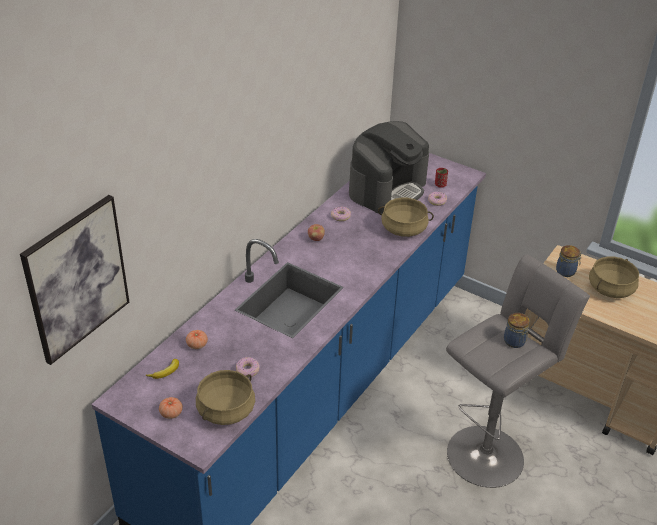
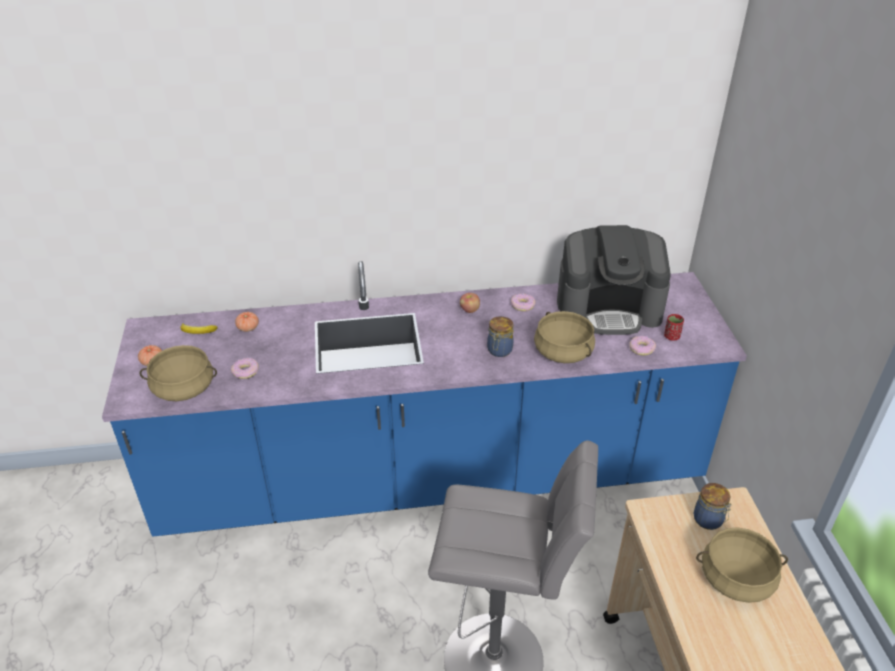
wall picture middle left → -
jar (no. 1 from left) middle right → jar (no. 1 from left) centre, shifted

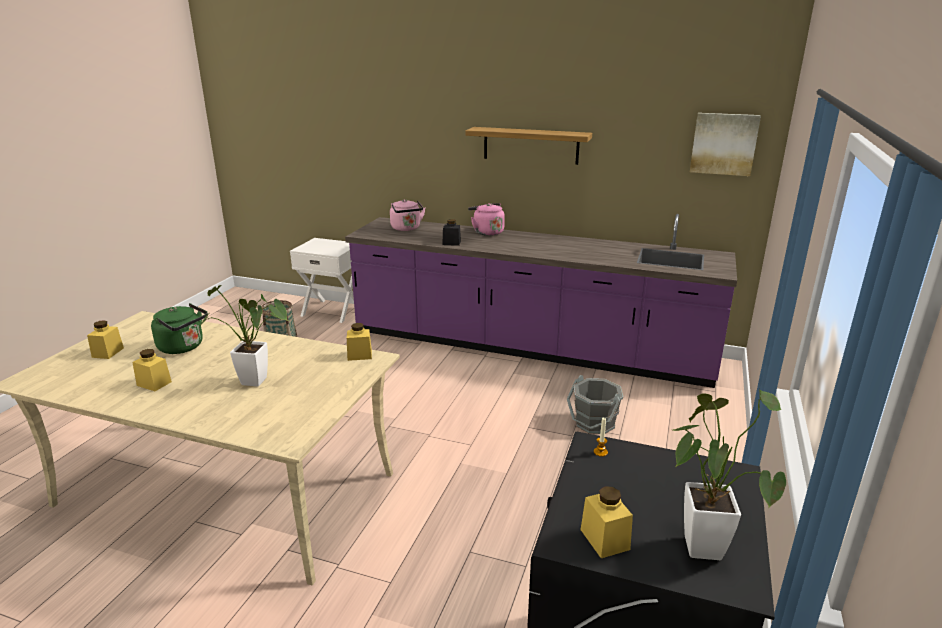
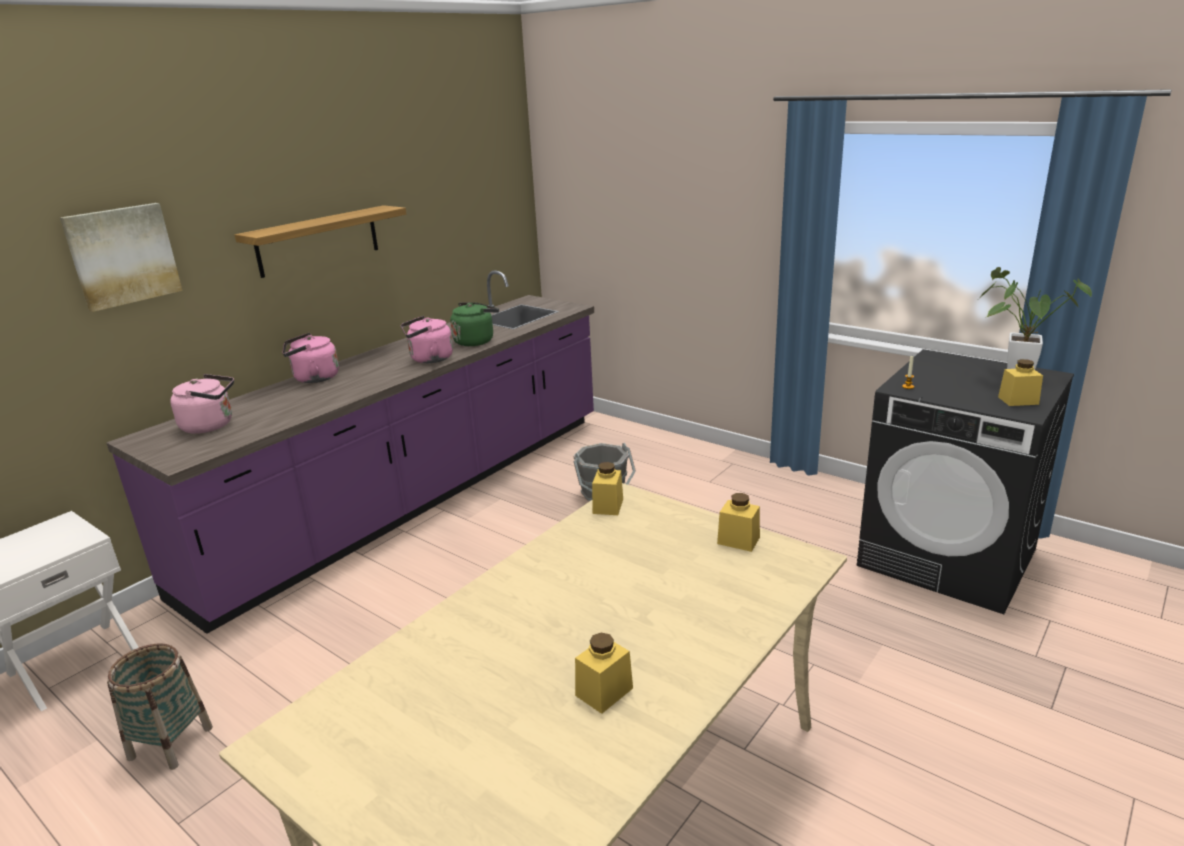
wall picture top right → wall picture top left, shifted
black-coloured jar centre → -
potted plant (no. 1 from left) middle left → -
greenish kettle middle left → greenish kettle centre, shifted
yellowish jar (no. 1 from left in the first image) middle left → yellowish jar (no. 3 from left) centre, shifted
- → pinkish kettle (no. 3 from left) centre

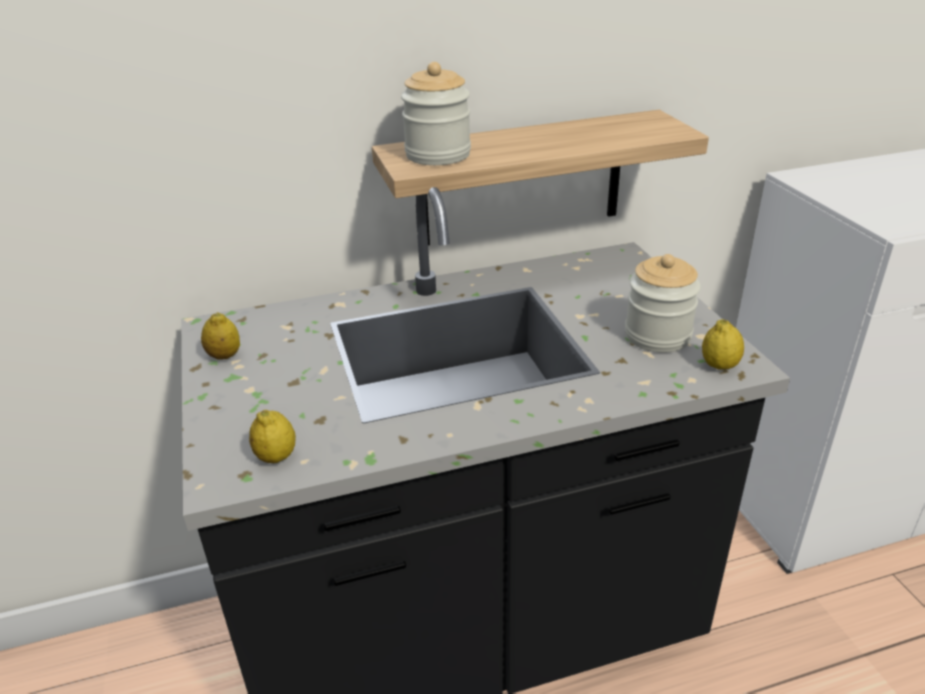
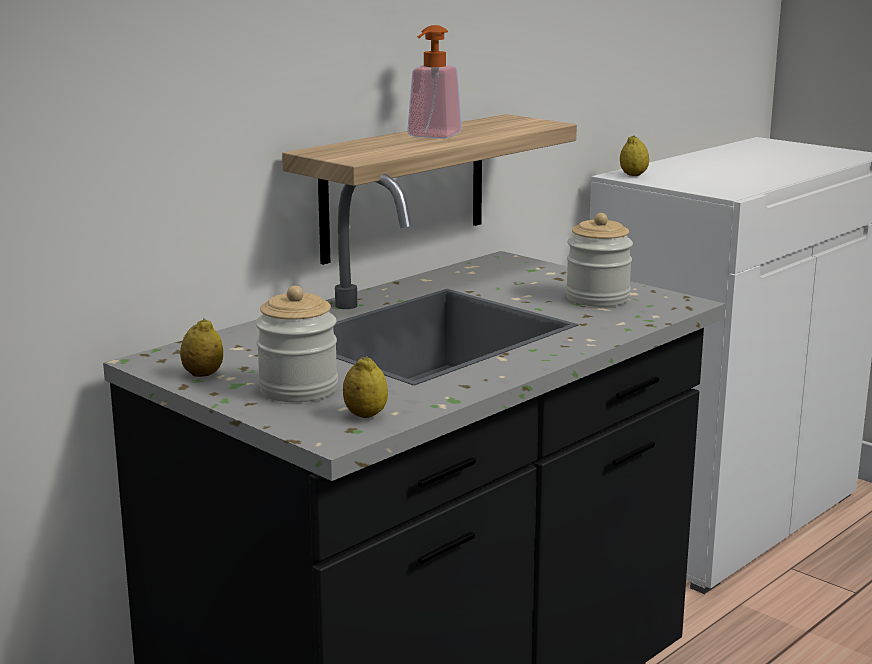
jar (no. 1 from left) top centre → jar (no. 1 from left) centre, shifted
citrus fruit (no. 3 from left) middle right → citrus fruit (no. 3 from left) top right, shifted
- → soap dispenser top centre

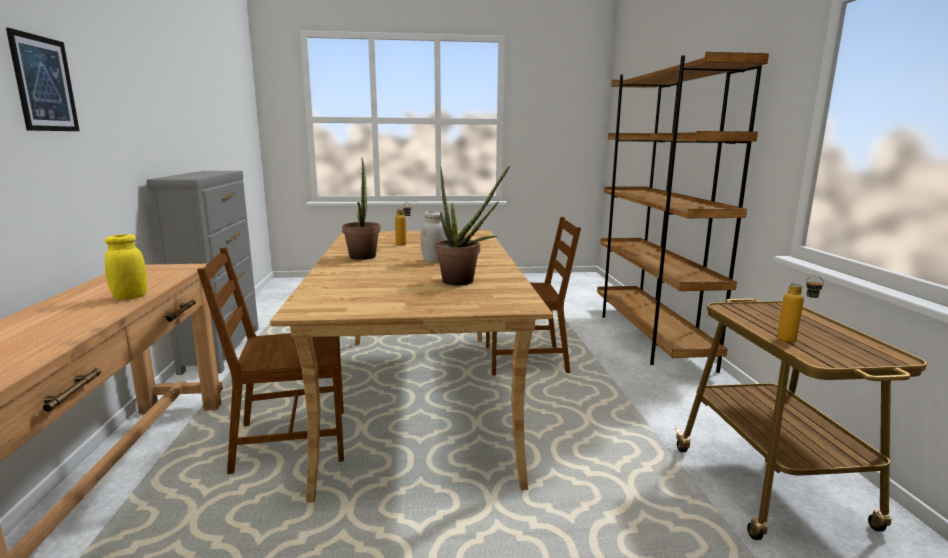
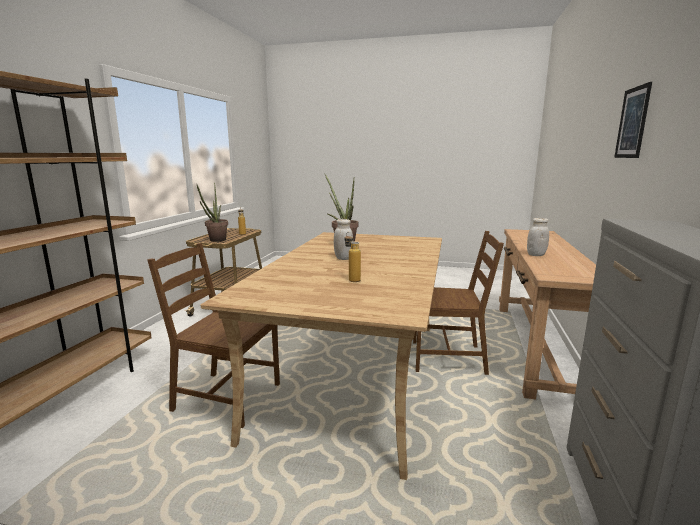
potted plant (no. 1 from left) centre → potted plant (no. 1 from left) middle left, shifted
yellowish jar middle left → white-coloured jar (no. 2 from left) middle right

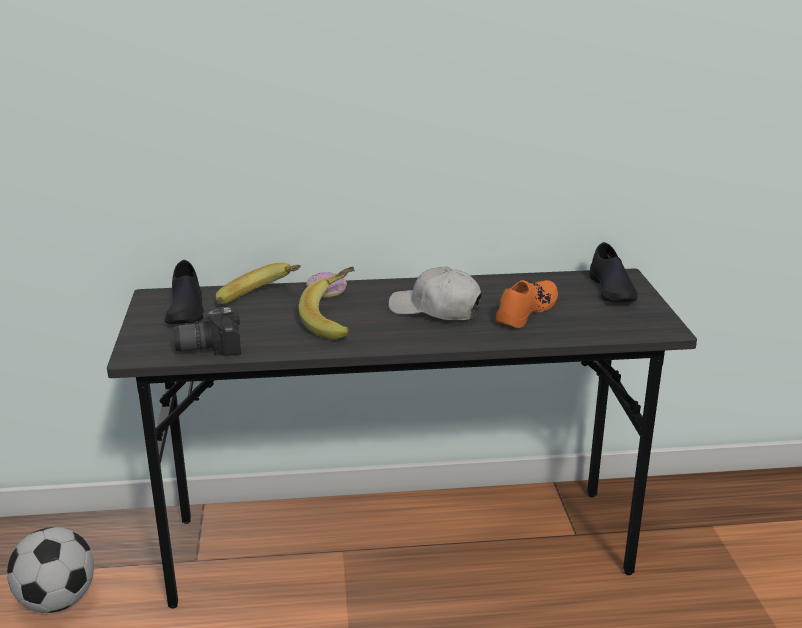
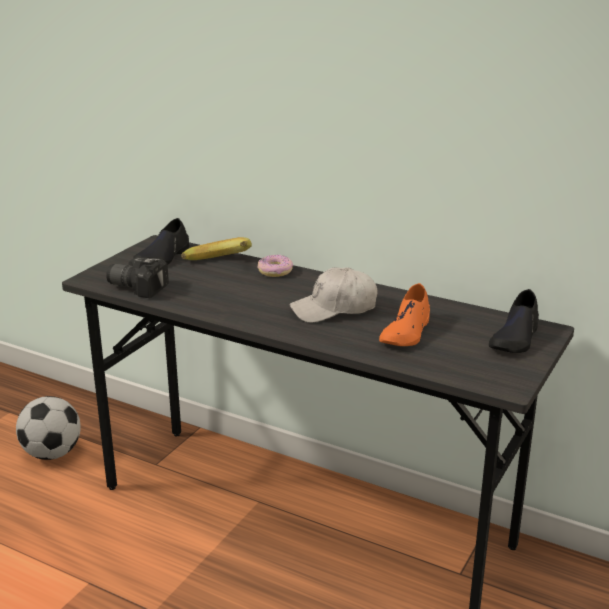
white-coloured cap centre, 75 degrees counterclockwise
banana fruit (no. 2 from left) centre → -
orange-coloured shoe centre, 135 degrees clockwise

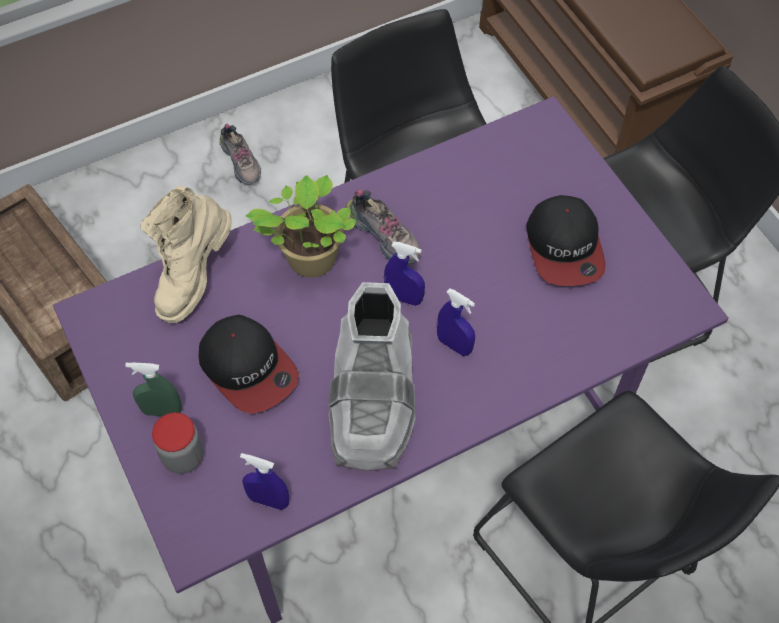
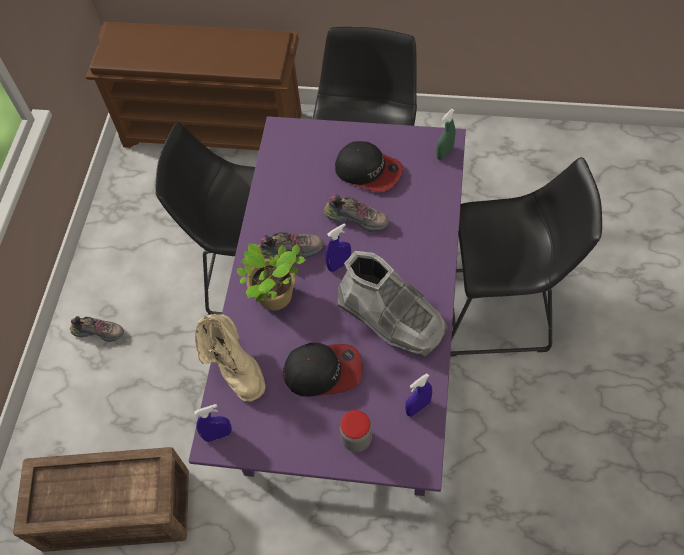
bluish hand sprayer (no. 3 from left in the first image) centre → bluish hand sprayer (no. 1 from left) bottom left, shifted
greenish hand sprayer middle left → greenish hand sprayer top centre, shifted
- → shoe (no. 3 from left) centre

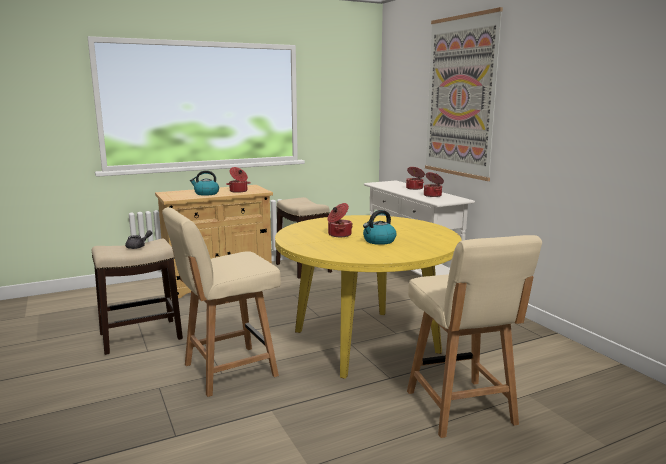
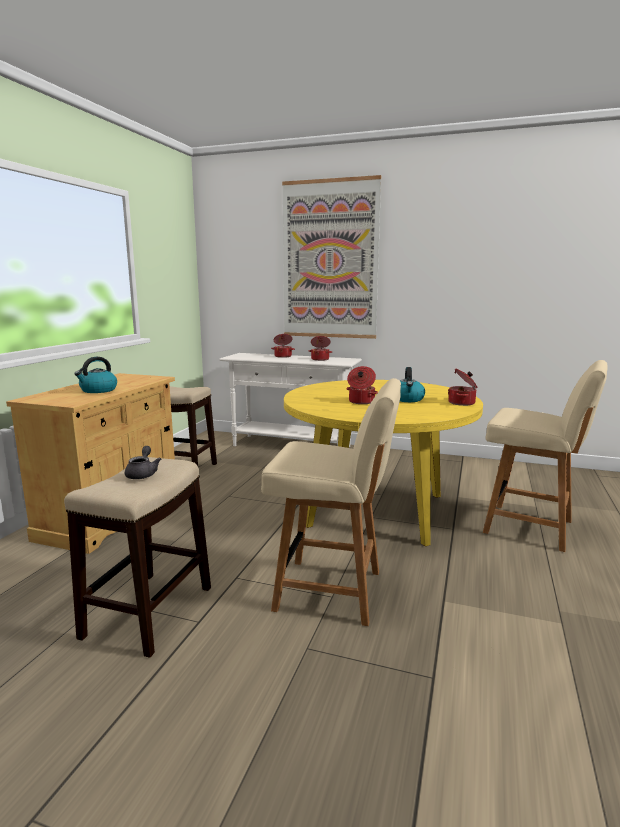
saucepot (no. 1 from left in the first image) centre → saucepot (no. 4 from left) middle right, shifted
beige-coloured chair (no. 1 from left) middle left → beige-coloured chair (no. 1 from left) centre, 90 degrees counterclockwise

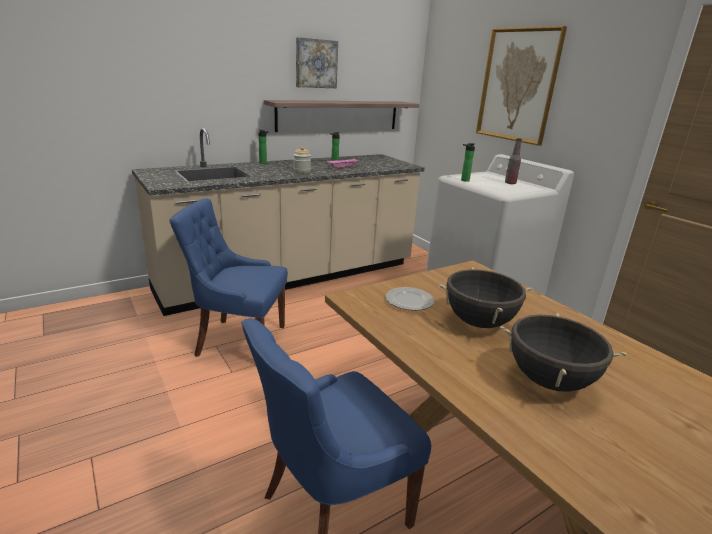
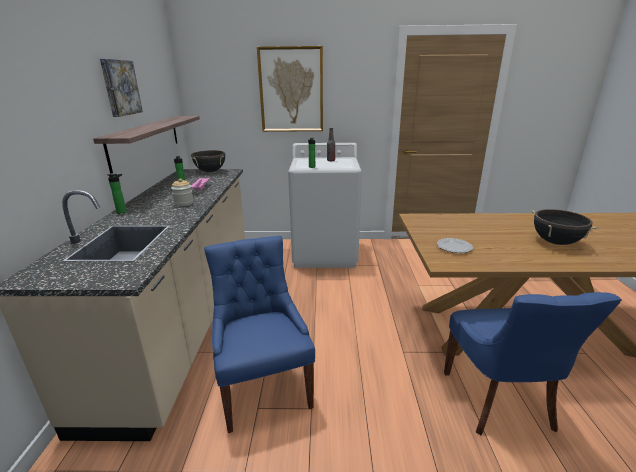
bluish chair (no. 1 from left) middle left → bluish chair (no. 1 from left) bottom centre, 120 degrees clockwise
black-coloured saucepot (no. 1 from left) middle right → black-coloured saucepot (no. 1 from left) middle left, shifted

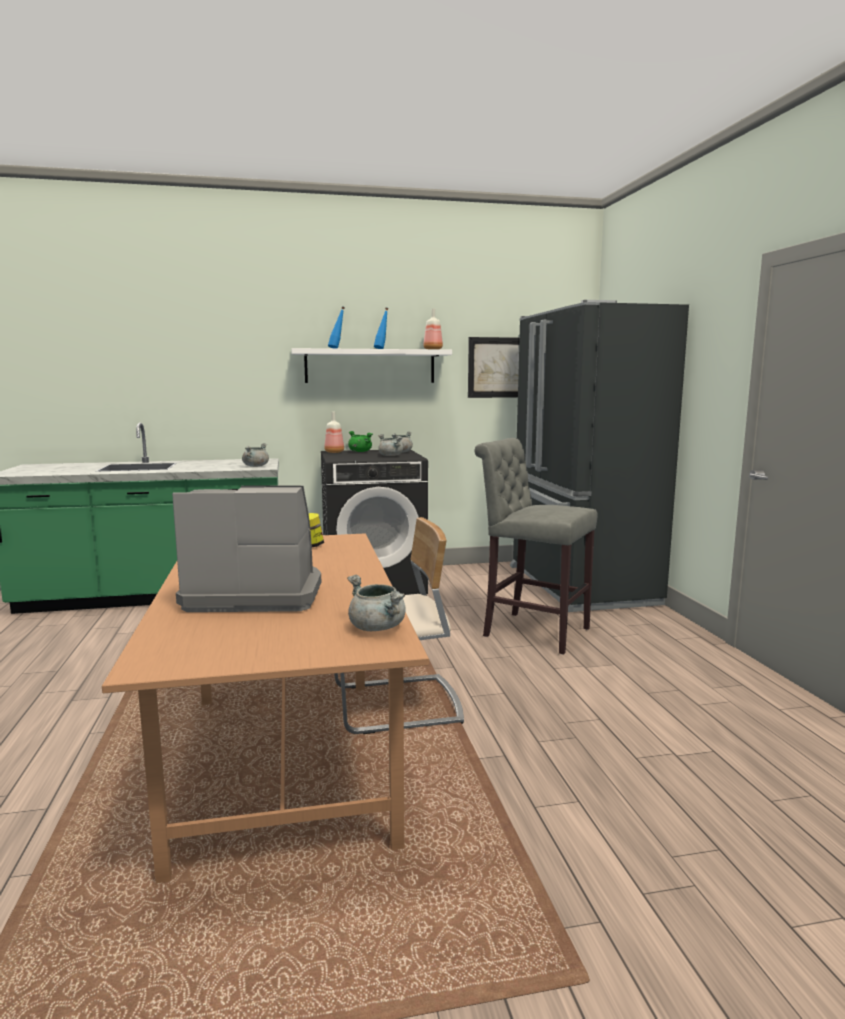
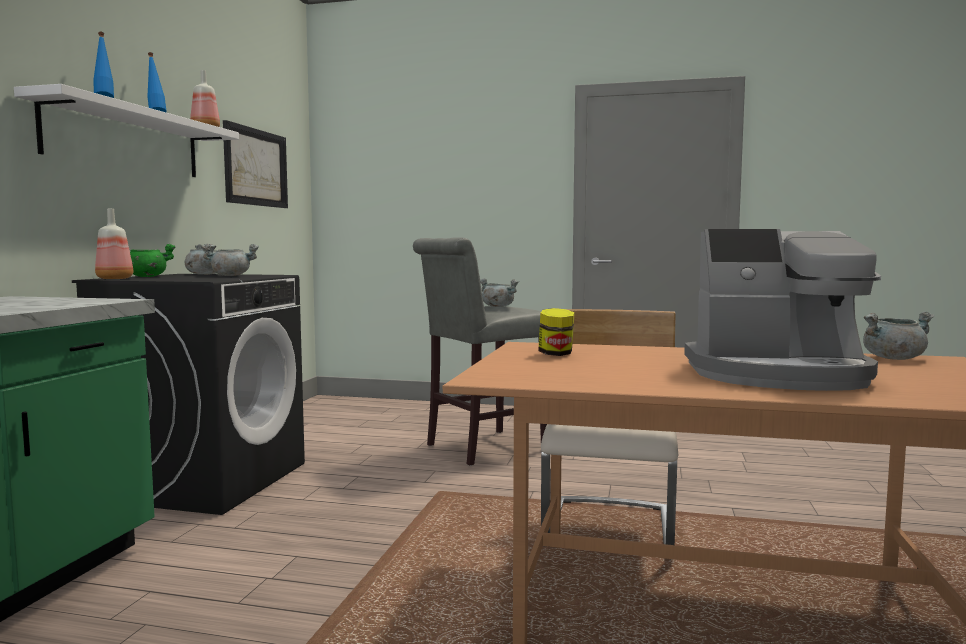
black-coloured refrigerator middle right → -
gray saucepot (no. 1 from left in the first image) middle left → gray saucepot (no. 3 from left) centre, shifted
coffee machine middle left → coffee machine middle right, 105 degrees counterclockwise

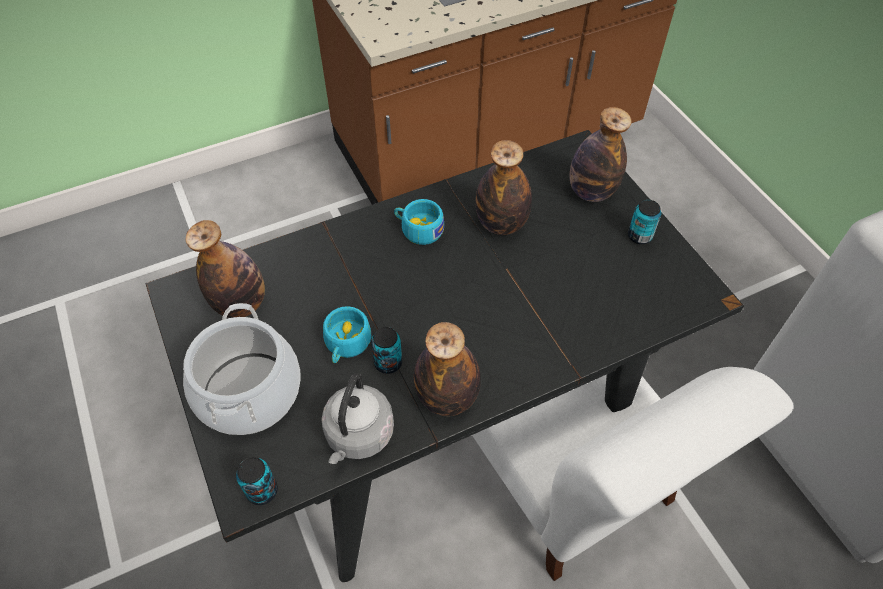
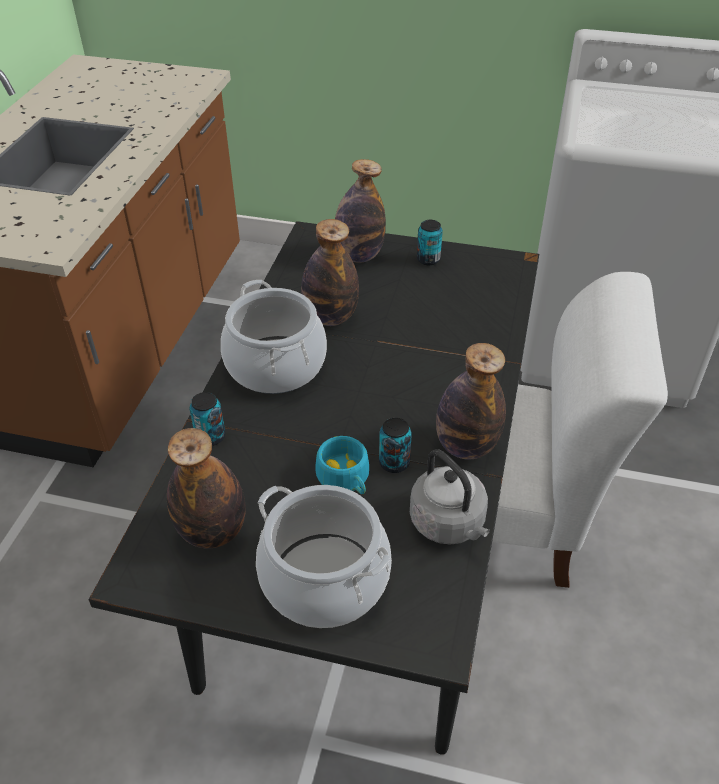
turquoise drinking cup (no. 2 from left) centre → saucepot (no. 1 from left) centre
can (no. 1 from left) bottom left → can (no. 1 from left) middle left, shifted

